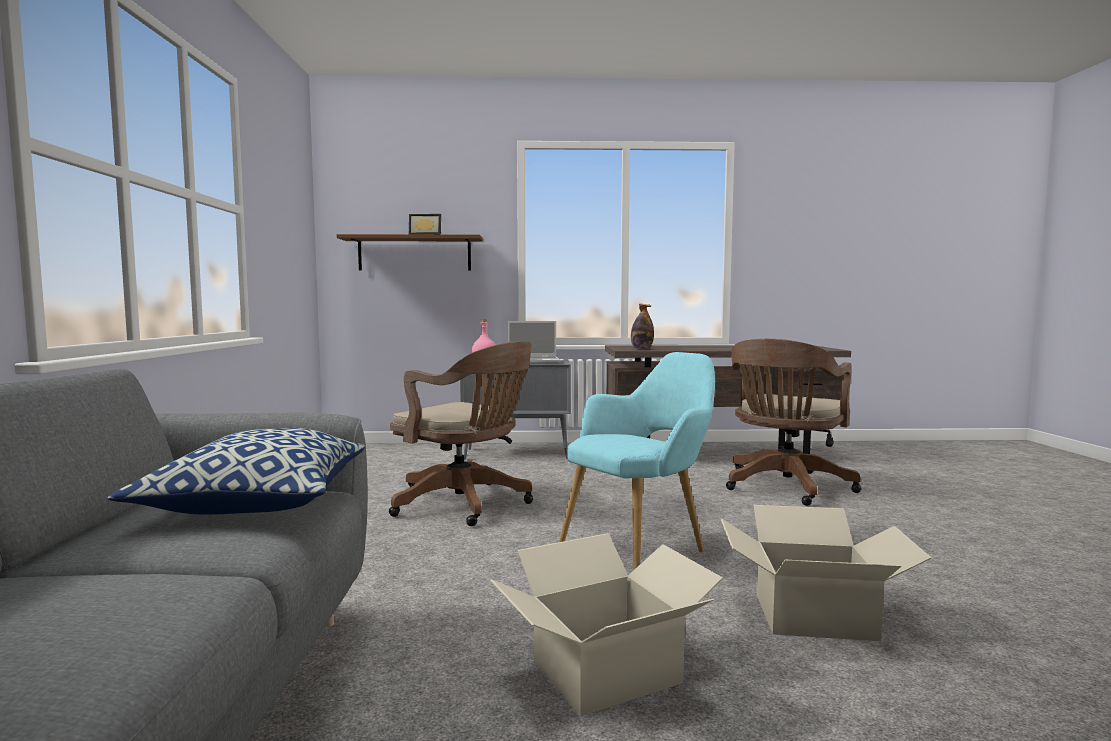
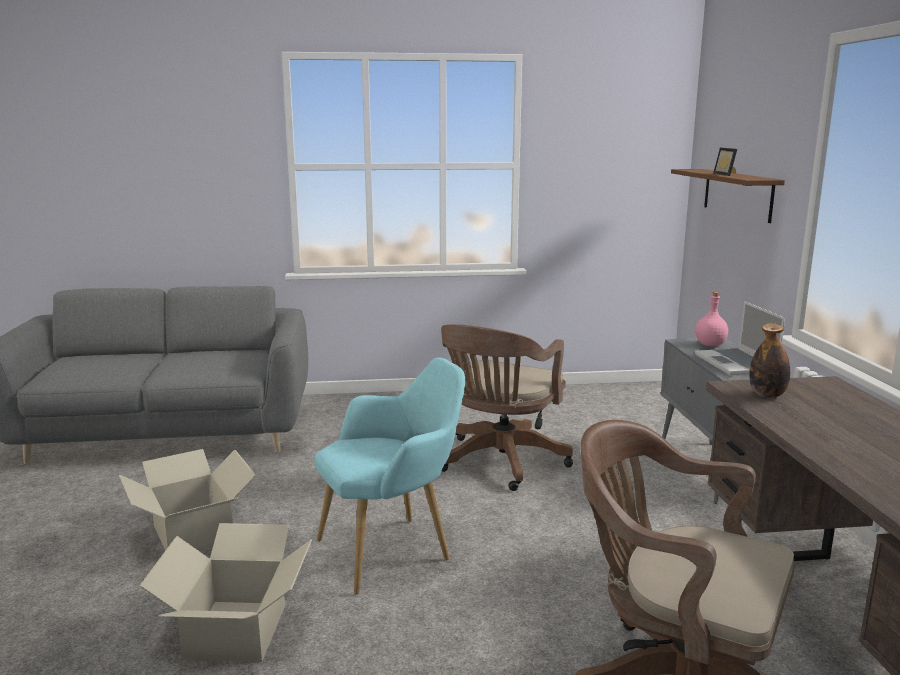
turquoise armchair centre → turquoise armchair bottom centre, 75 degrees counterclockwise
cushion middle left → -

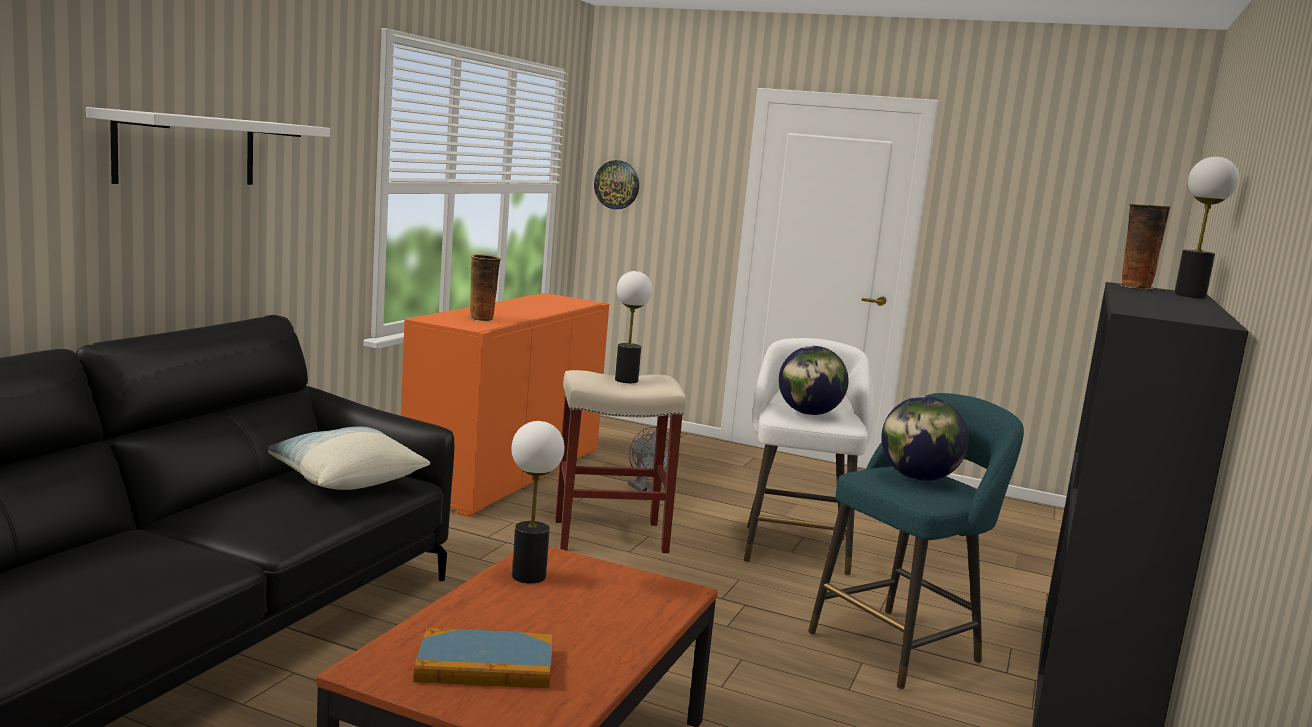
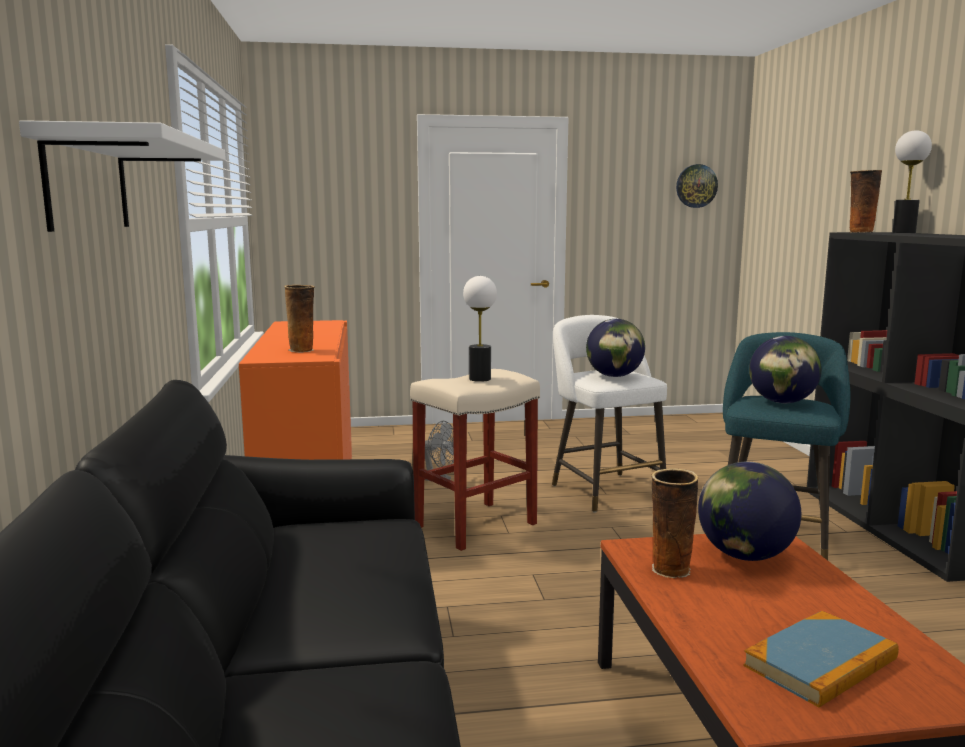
clock on the wall top centre → clock on the wall top right, shifted
table lamp (no. 1 from left) bottom centre → decorative vase (no. 2 from left) bottom right
cushion middle left → -
- → desk globe (no. 2 from left) bottom right

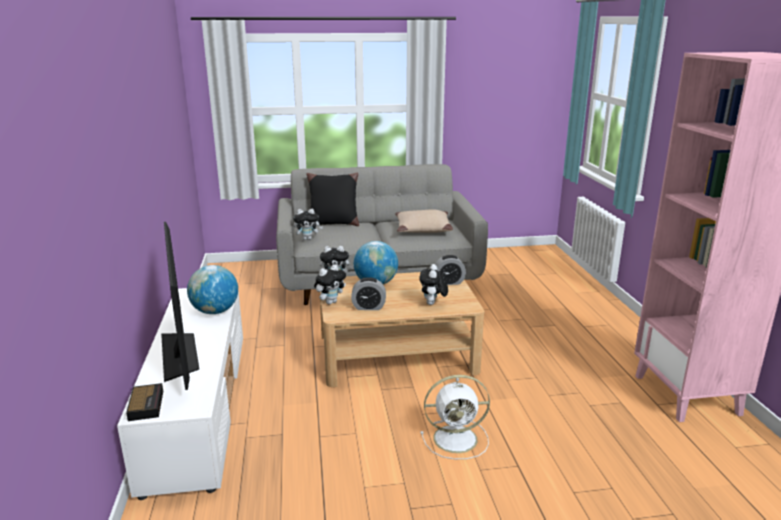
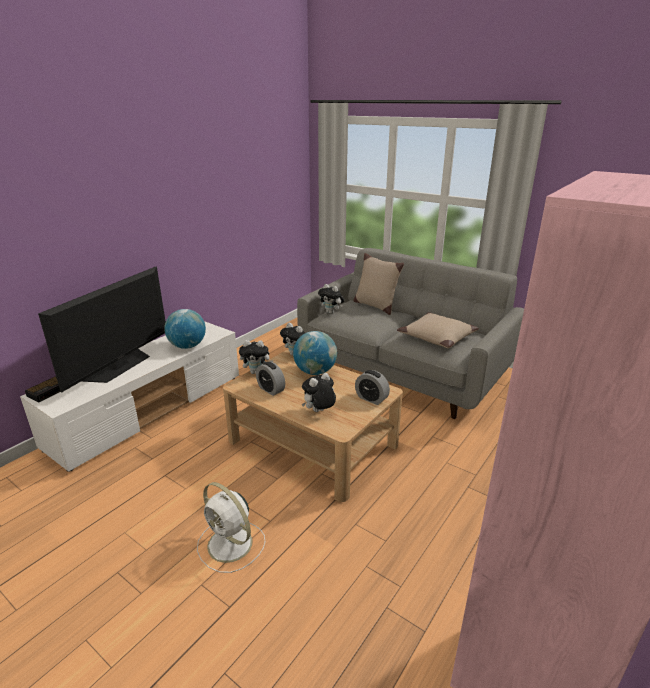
black-coloured cushion centre → beige-coloured cushion (no. 1 from left) centre

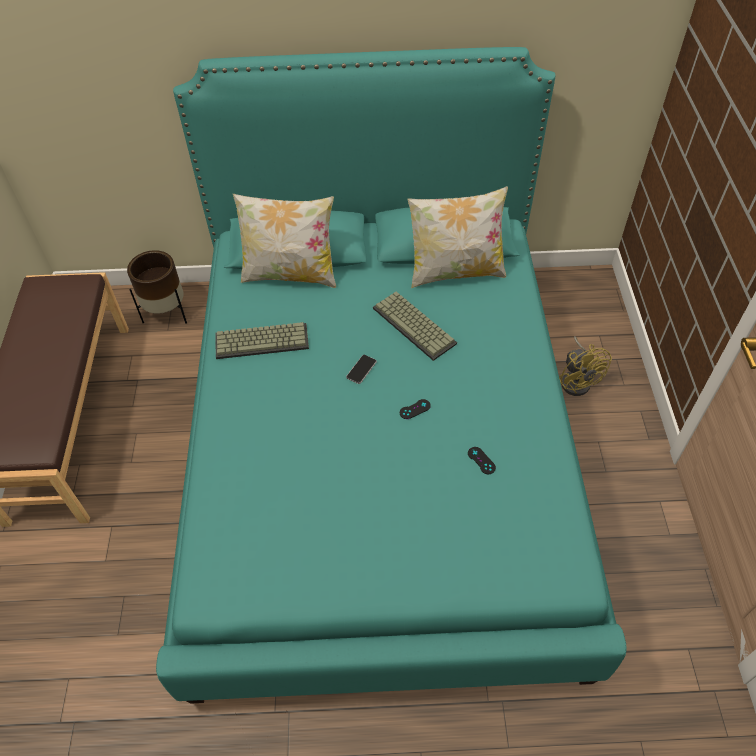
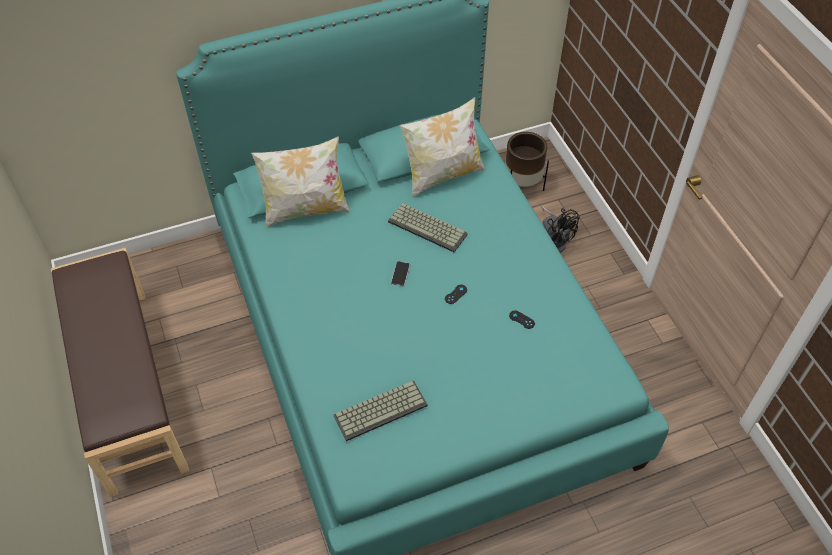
brown-coloured planter middle left → brown-coloured planter top centre, shifted
computer keyboard (no. 1 from left) centre → computer keyboard (no. 1 from left) bottom centre, shifted
yellowish cooling fan middle right → black-coloured cooling fan middle right

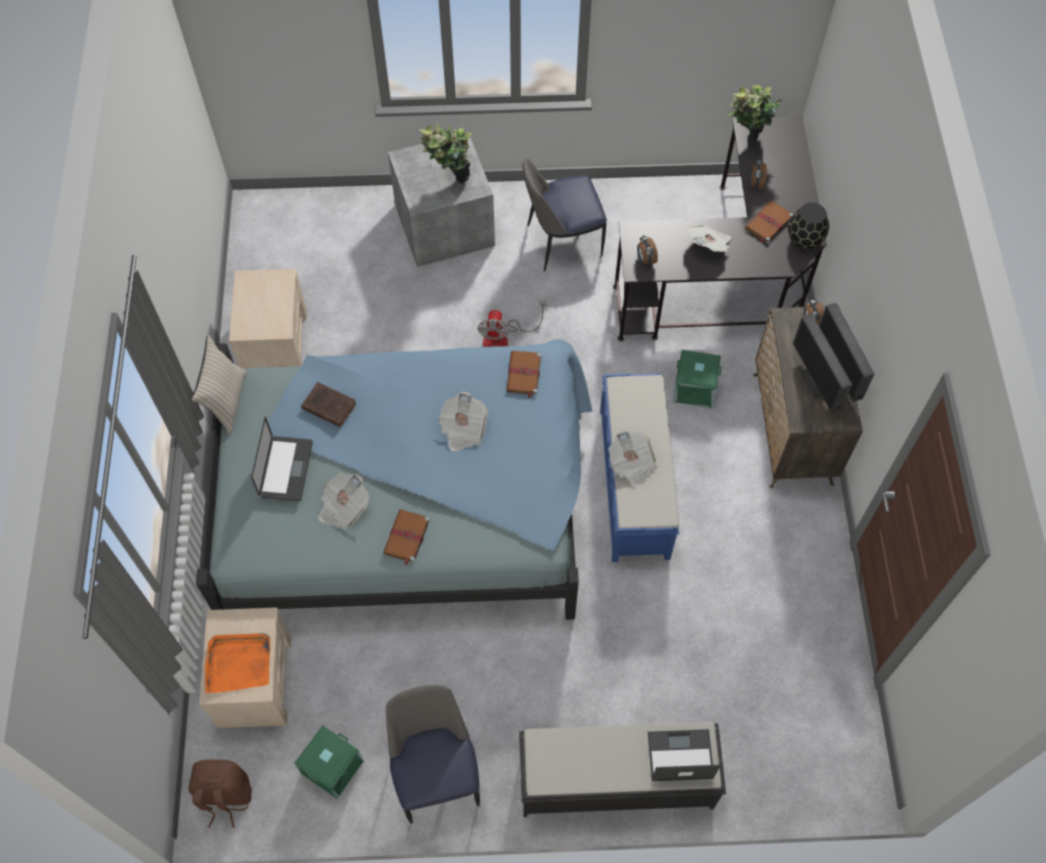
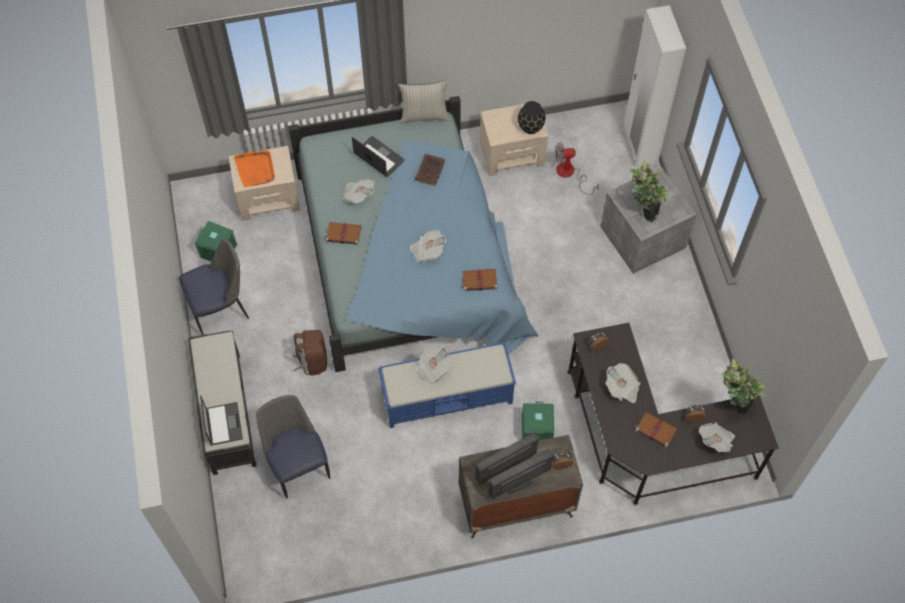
chair (no. 2 from left) top centre → chair (no. 2 from left) bottom left, shifted
black-coloured decorative vase top right → black-coloured decorative vase top centre, shifted
cooling fan centre → cooling fan top centre, shifted
portable computer (no. 1 from left in the first image) middle left → portable computer (no. 2 from left) top centre, 135 degrees counterclockwise
brown-coloured knapsack bottom left → brown-coloured knapsack centre, shifted
- → white-coloured armoire top right
- → printed paper (no. 5 from left) bottom right

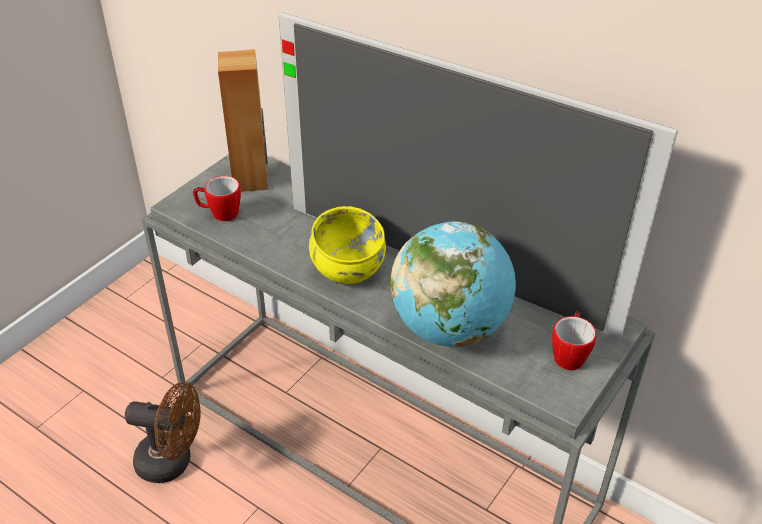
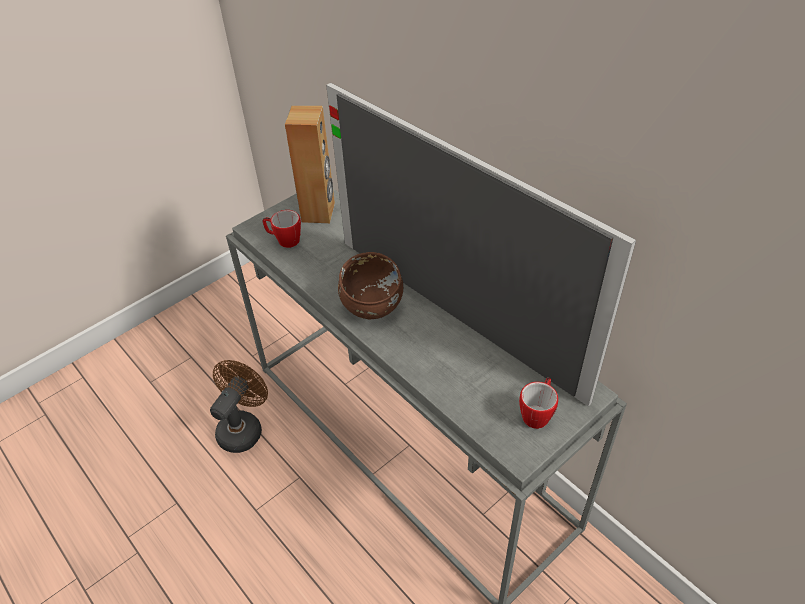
yellowish serving bowl centre → brown-coloured serving bowl centre
desk globe centre → -
brown-coloured cooling fan bottom left, 90 degrees counterclockwise

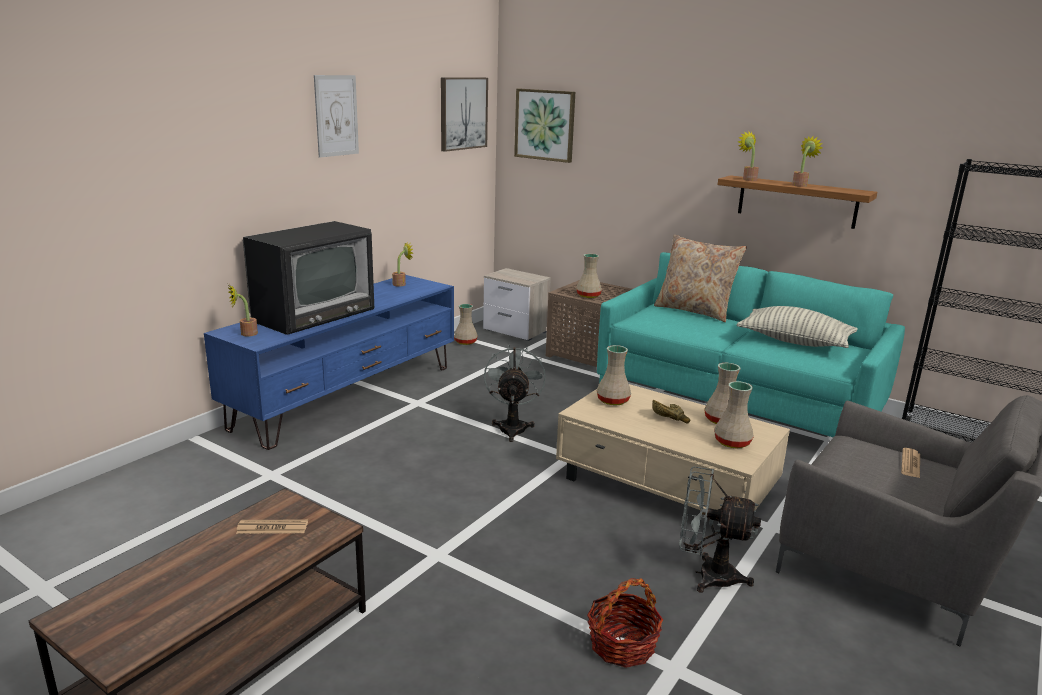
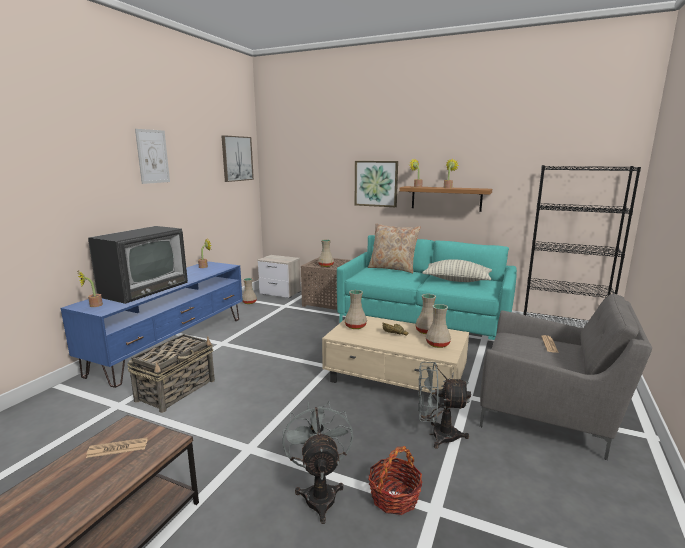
wall picture (no. 3 from left) top centre → wall picture (no. 3 from left) centre, shifted
gray cooling fan (no. 1 from left) centre → gray cooling fan (no. 1 from left) bottom centre, shifted
- → basket (no. 1 from left) bottom left

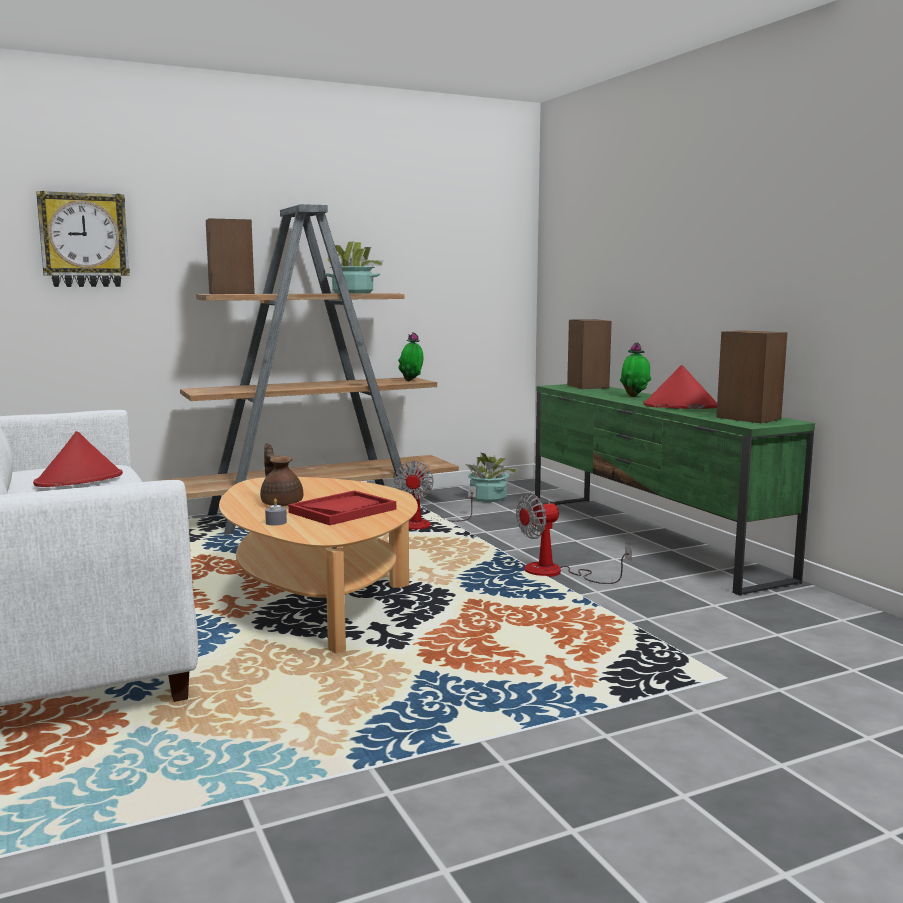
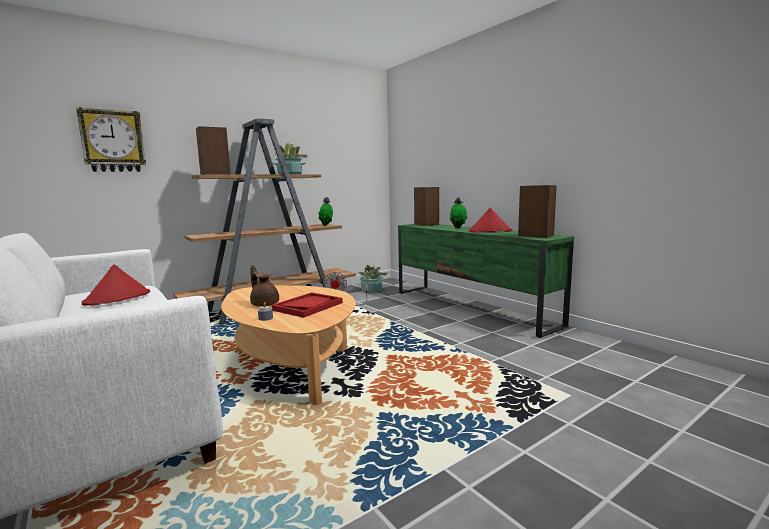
cooling fan (no. 2 from left) centre → -

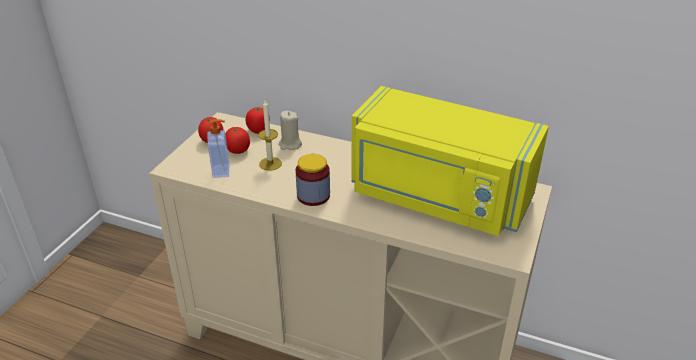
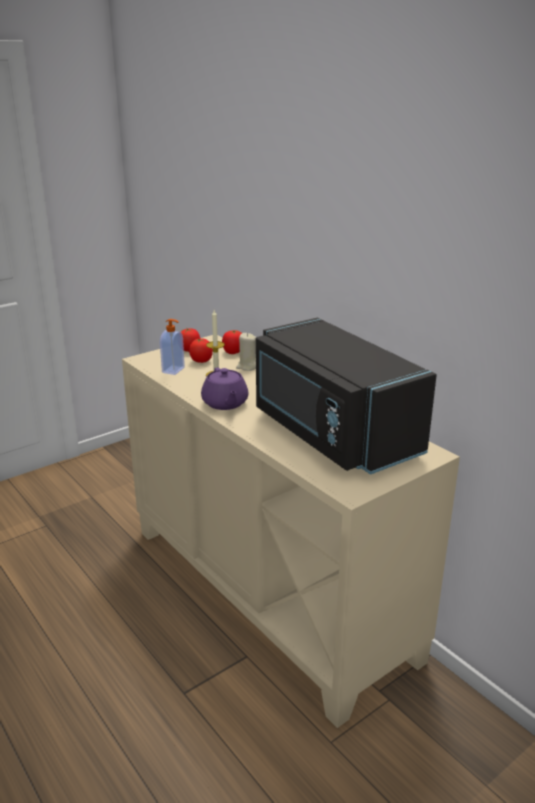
yellowish kitchen microwave centre → black-coloured kitchen microwave centre
jar centre → purple pot for tea centre

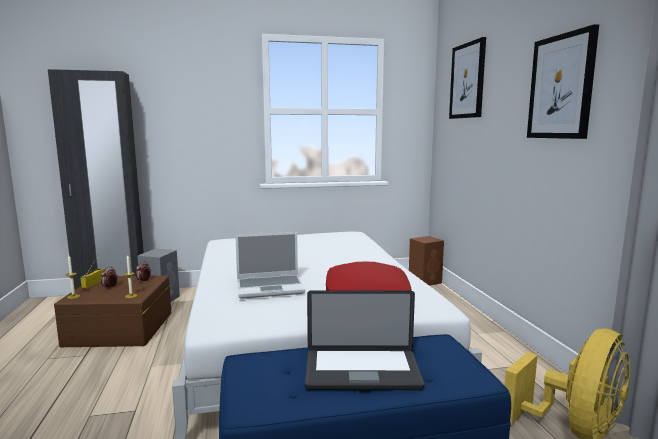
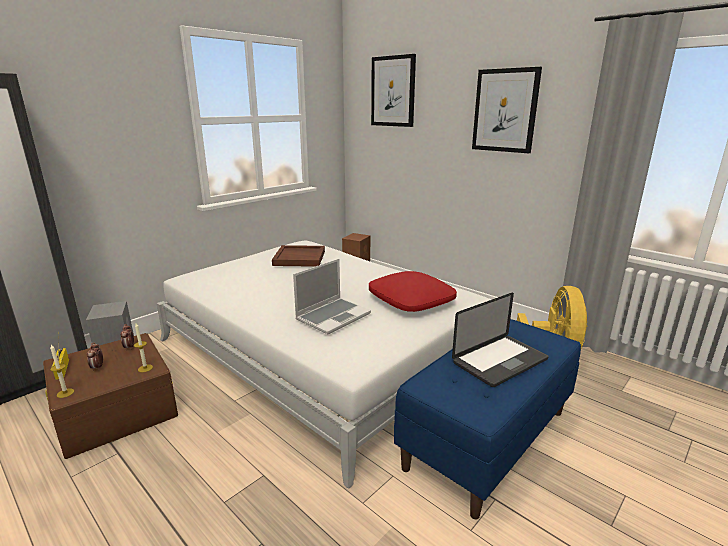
- → brown-coloured tray centre

